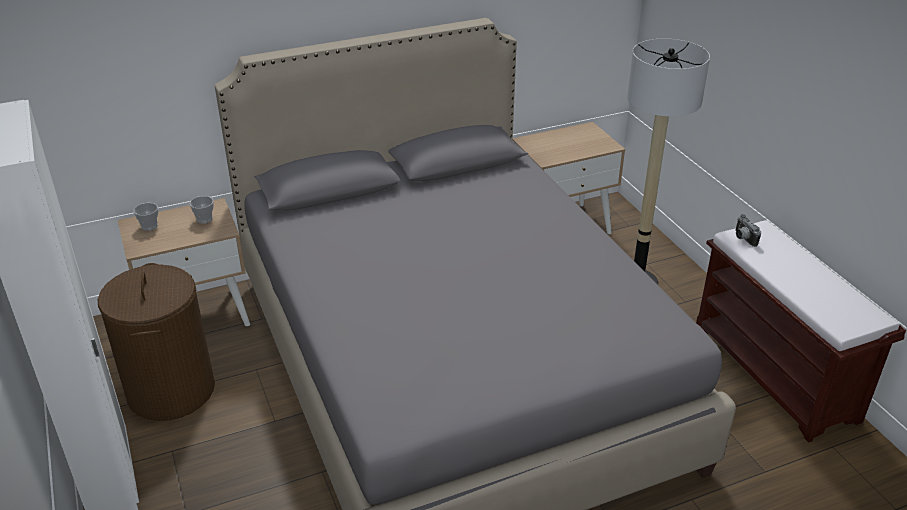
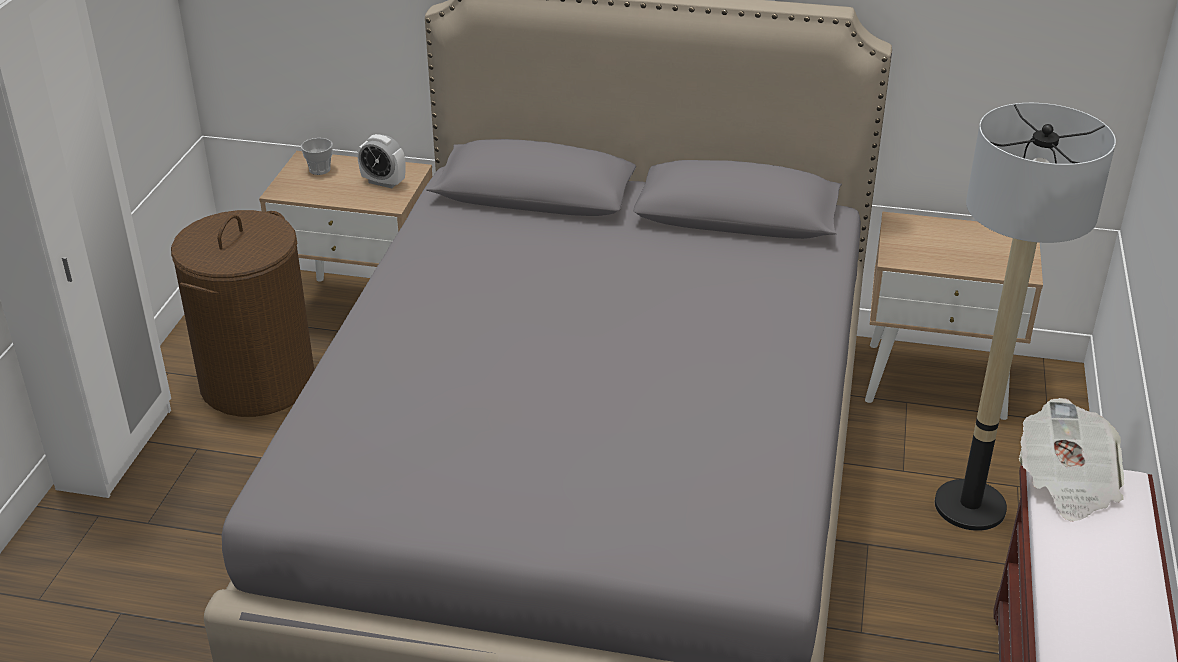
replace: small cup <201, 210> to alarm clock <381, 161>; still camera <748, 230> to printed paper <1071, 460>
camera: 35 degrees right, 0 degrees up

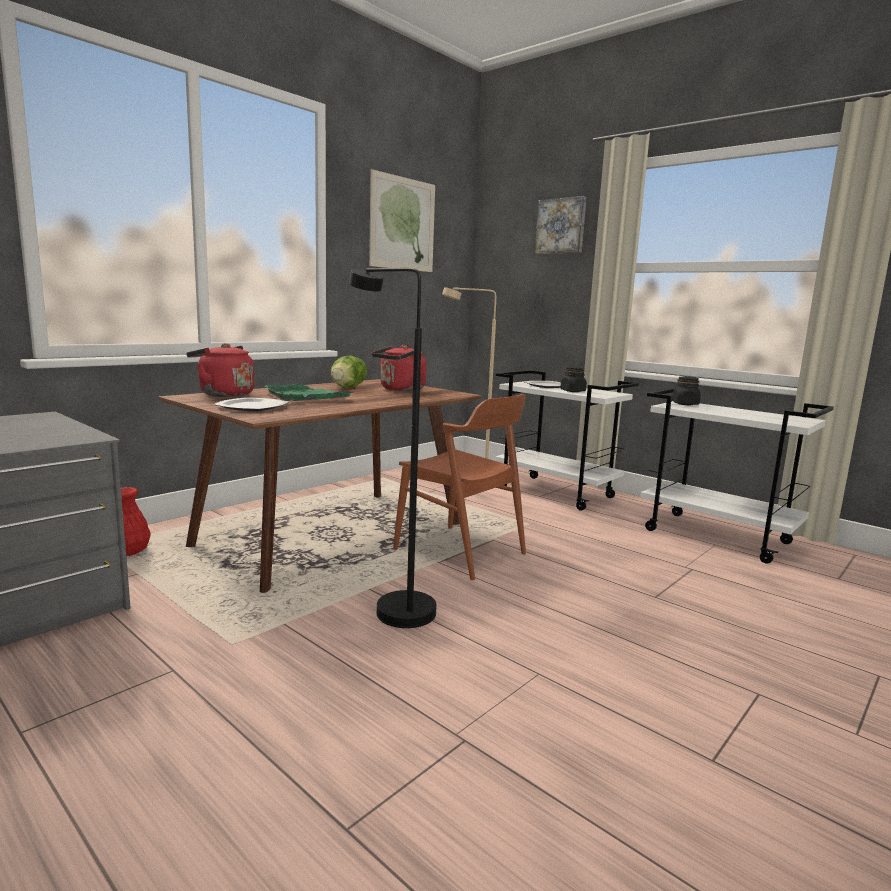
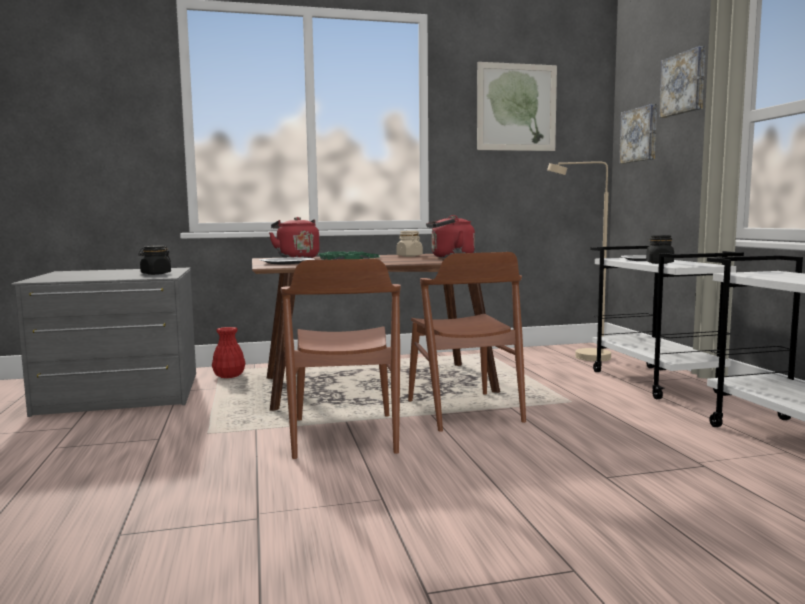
insert: picture <638, 134>
move: storage jar/blackish <686, 391> to <154, 260>
replace: lettuce <349, 371> to storage jar/sand-coloured <409, 244>; standing lamp/blackish <393, 448> to upright chair/brown <341, 359>
camera: 35 degrees right, 5 degrees down

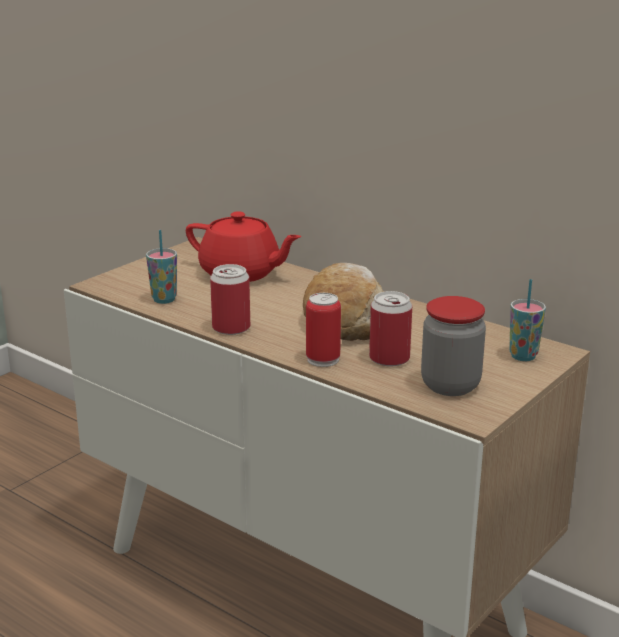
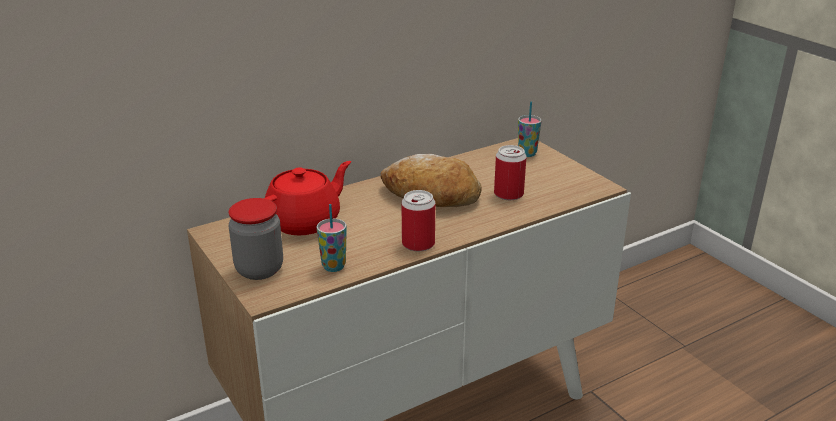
delete: metal can <323, 330>
move: storage jar <453, 346> to <256, 239>
camera: 70 degrees left, 5 degrees up

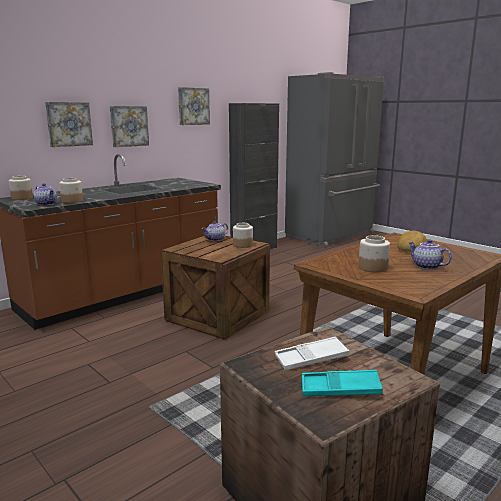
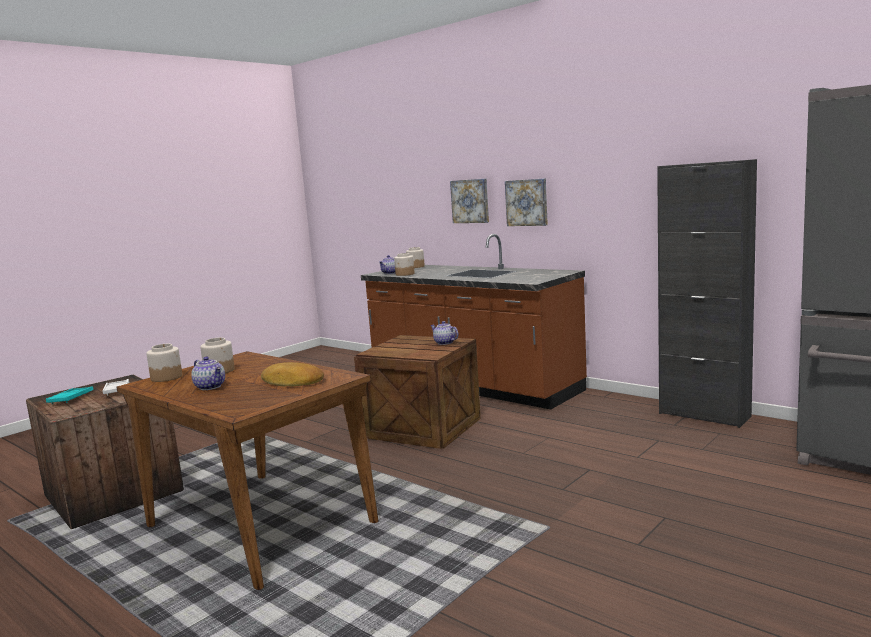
delete: picture <194, 106>
move: storage jar <243, 235> to <164, 363>
rotate: teapot <430, 255> = <208, 373> 90 degrees clockwise
camera: 85 degrees right, 5 degrees down

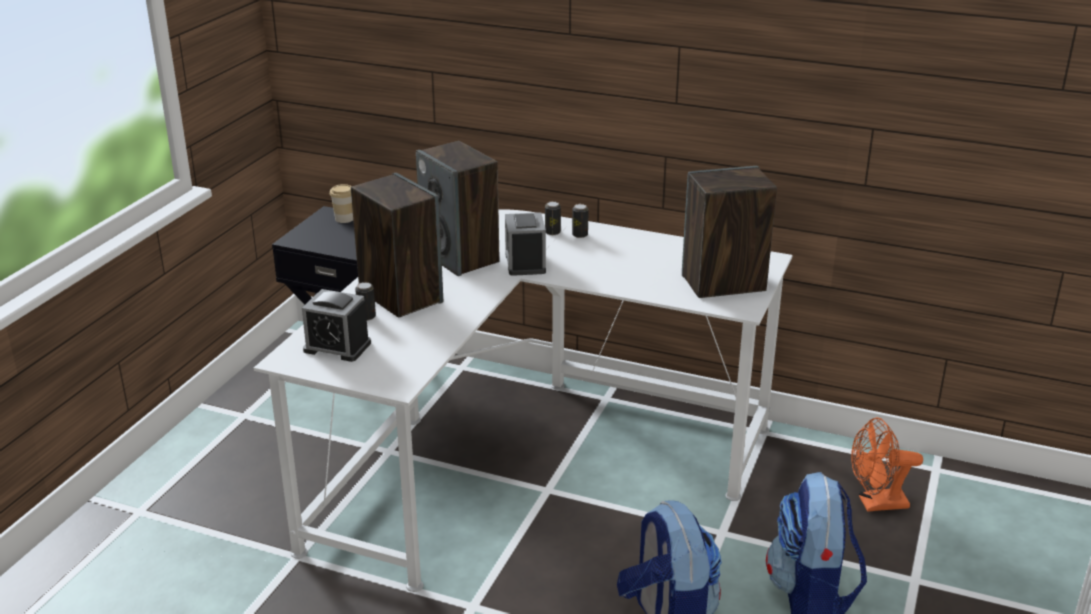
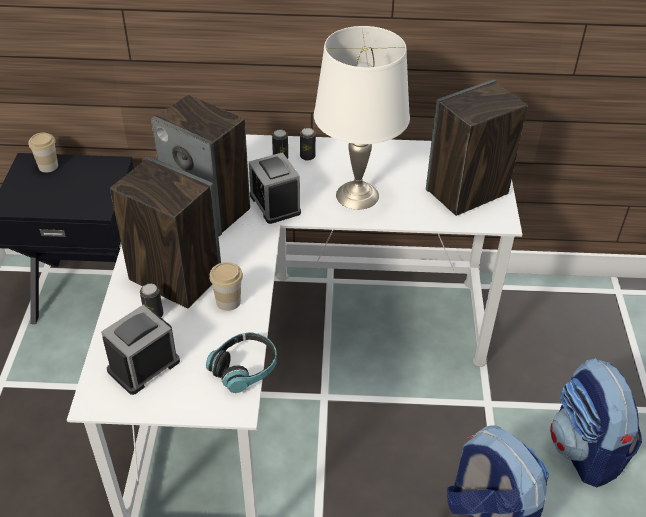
delete: fan/orange <887, 464>
insert: headset <241, 362>; small cup <226, 286>; tabletop lamp/white-coloured <362, 118>
rotate: alarm clock <336, 325> = <140, 350> 135 degrees clockwise
camera: 20 degrees left, 15 degrees up

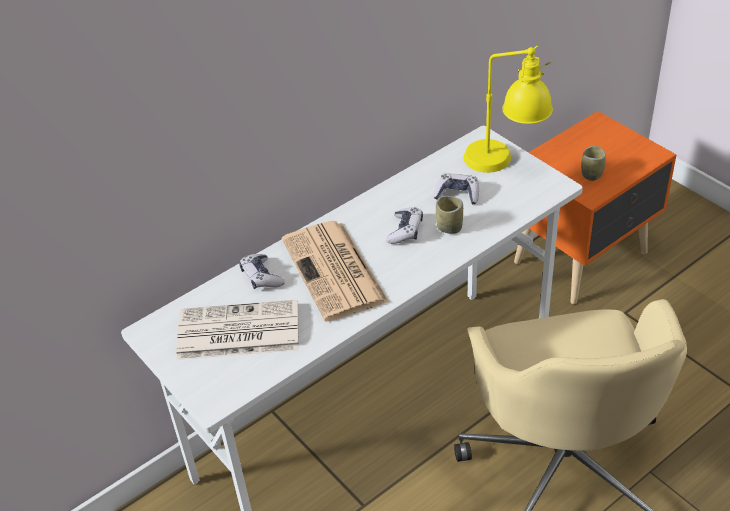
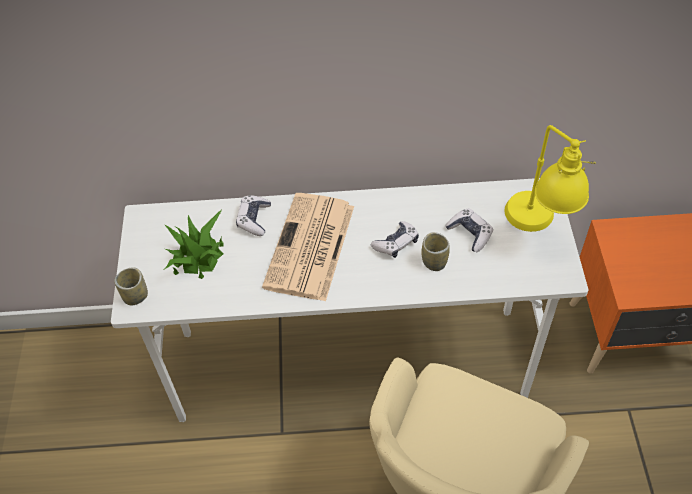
move: small cup <593, 163> to <131, 286>
replace: printed paper <237, 330> to houseplant <194, 244>
camera: 35 degrees right, 10 degrees up

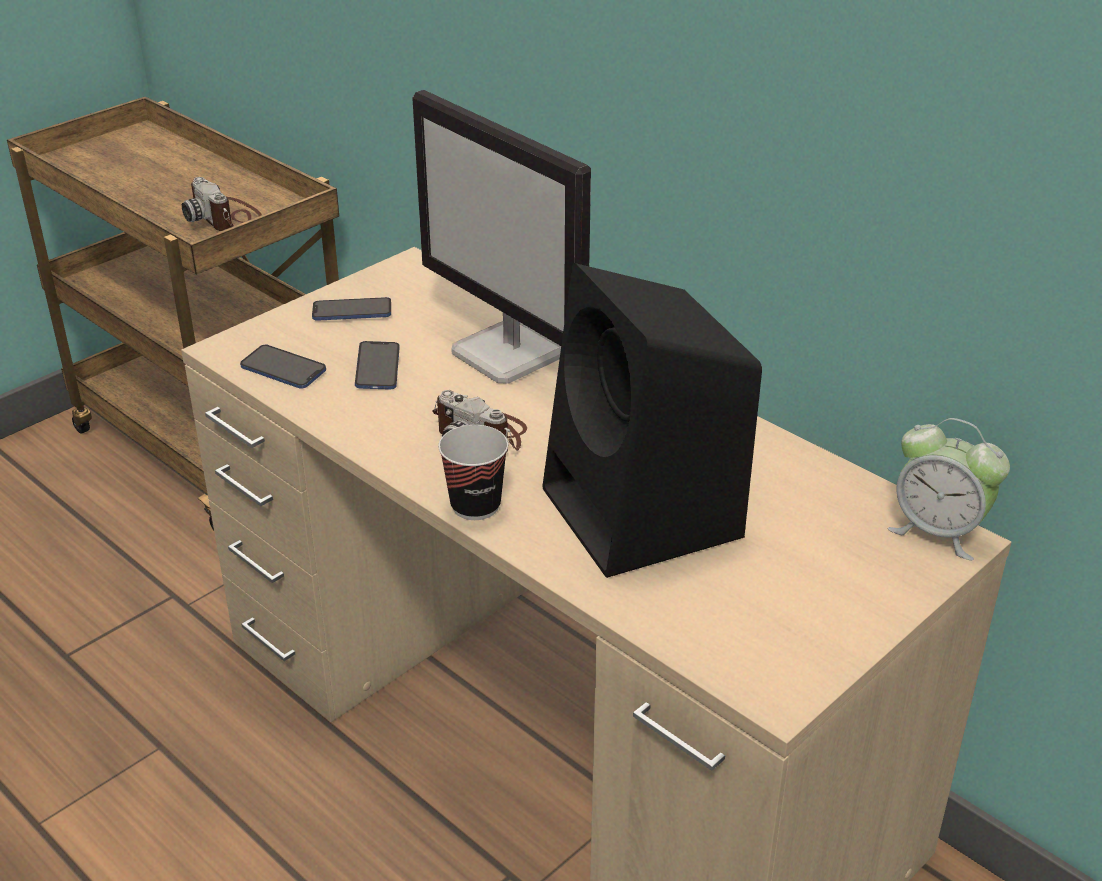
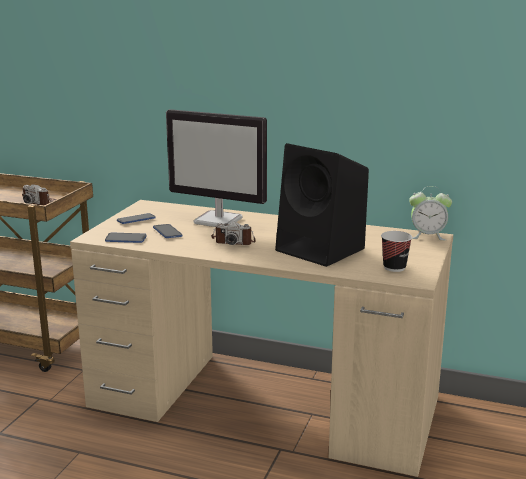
move: small cup <473, 472> to <396, 251>
camera: 25 degrees left, 15 degrees down

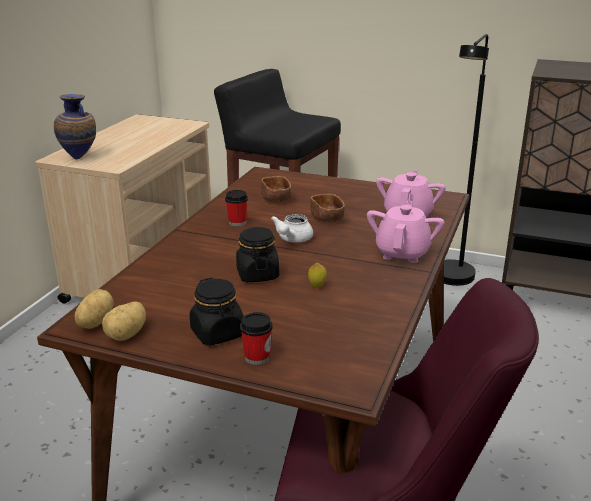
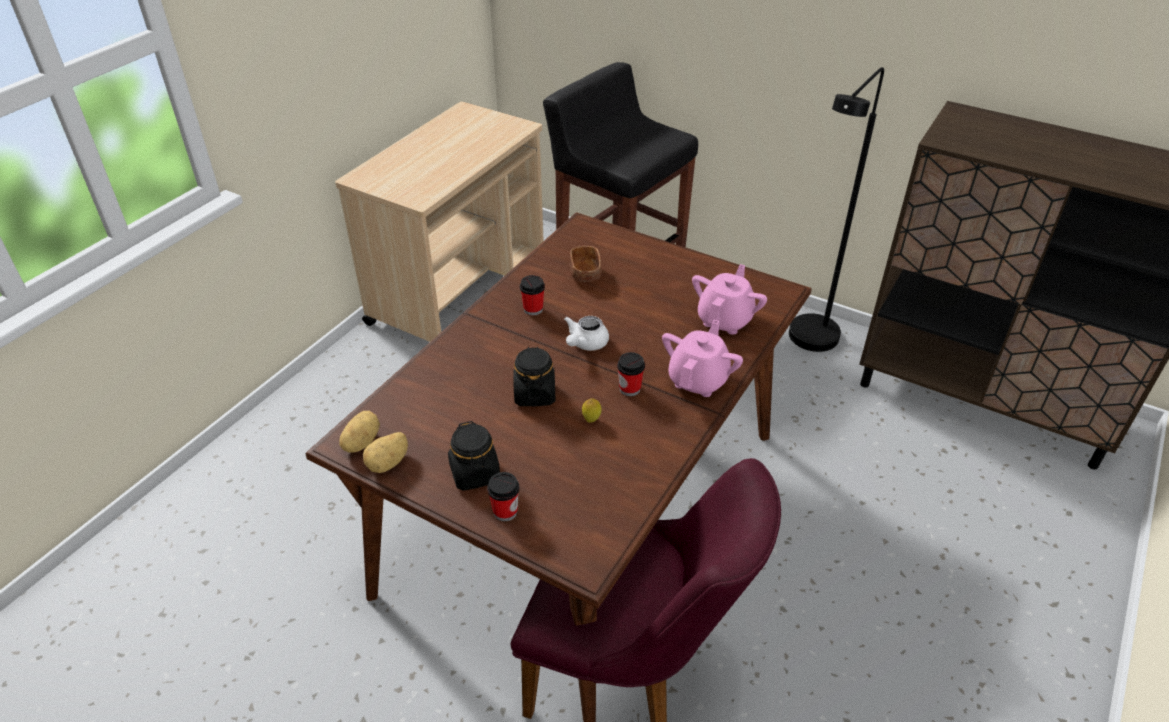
delete: vase <75, 126>; deep dish/brown <327, 208>
insert: small cup <631, 374>
camera: 10 degrees right, 15 degrees up

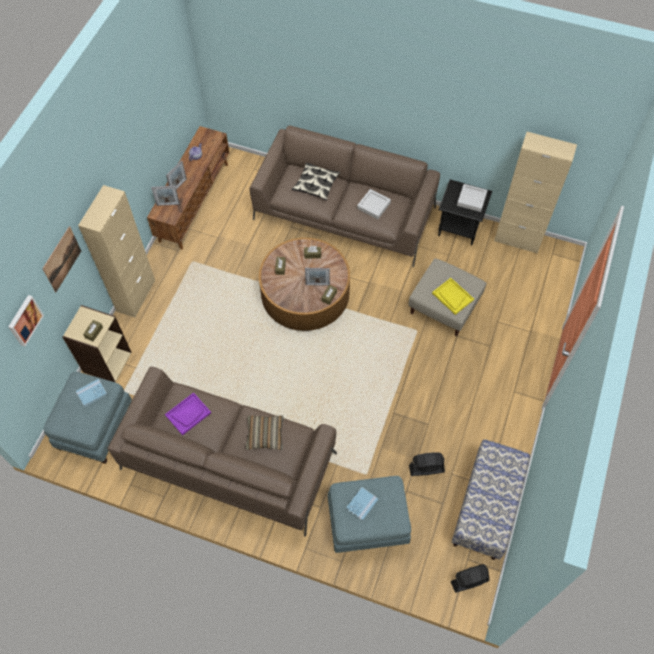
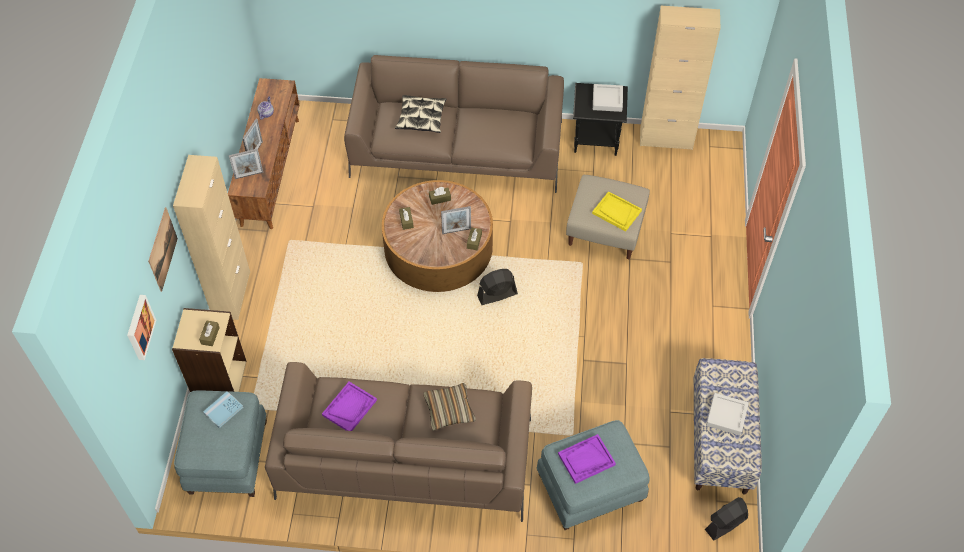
move: serving tray/grey <374, 204> to <727, 414>; fan/blackish <427, 464> to <497, 287>
replace: bound book/bluish <362, 504> to serving tray/purple <587, 459>
camera: 15 degrees left, 5 degrees down

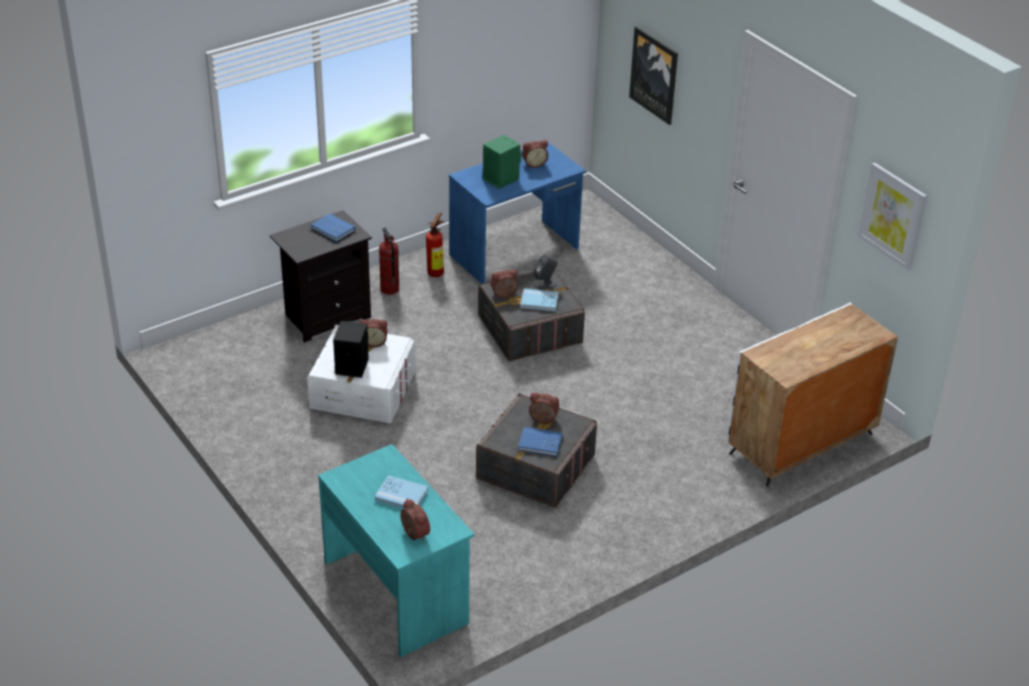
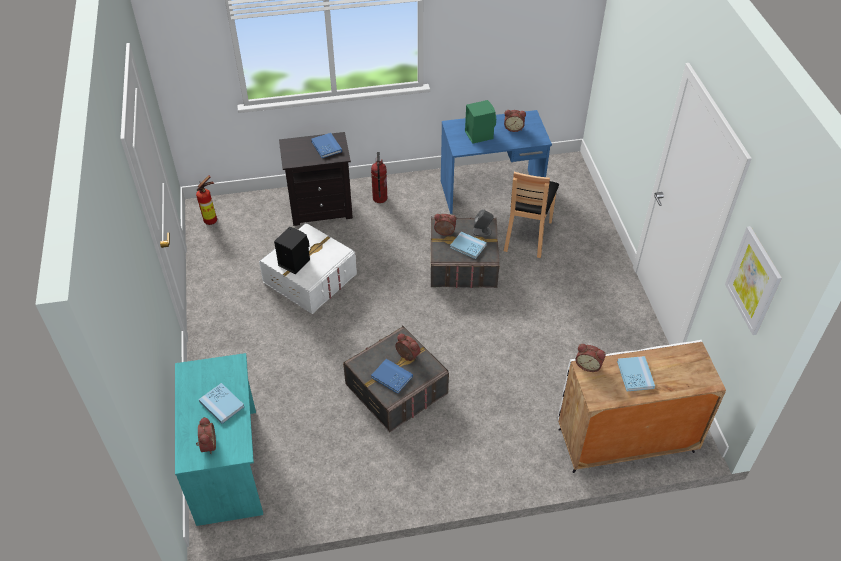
delete: picture <653, 75>
insert: upright chair/brown <531, 215>; bound book/bluish <636, 373>
move: alarm clock <373, 333> to <590, 358>; extinguisher <435, 244> to <206, 200>
camera: 25 degrees right, 10 degrees up

